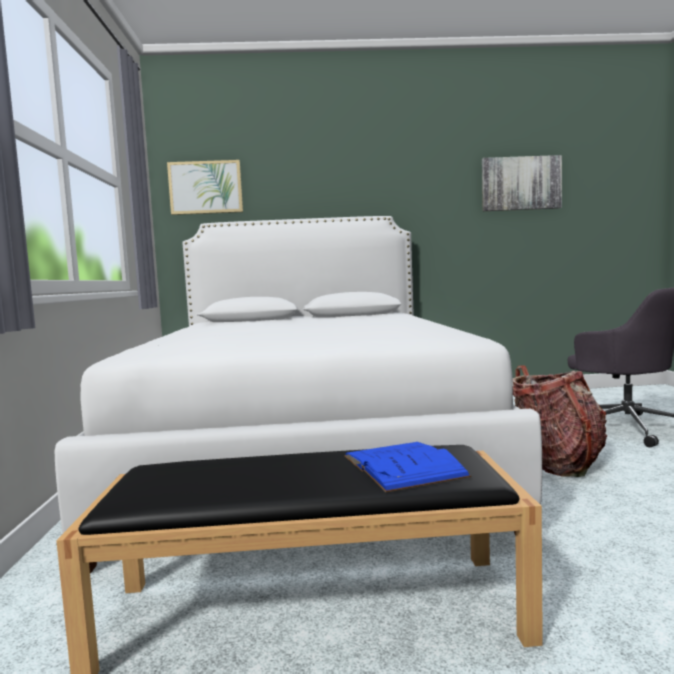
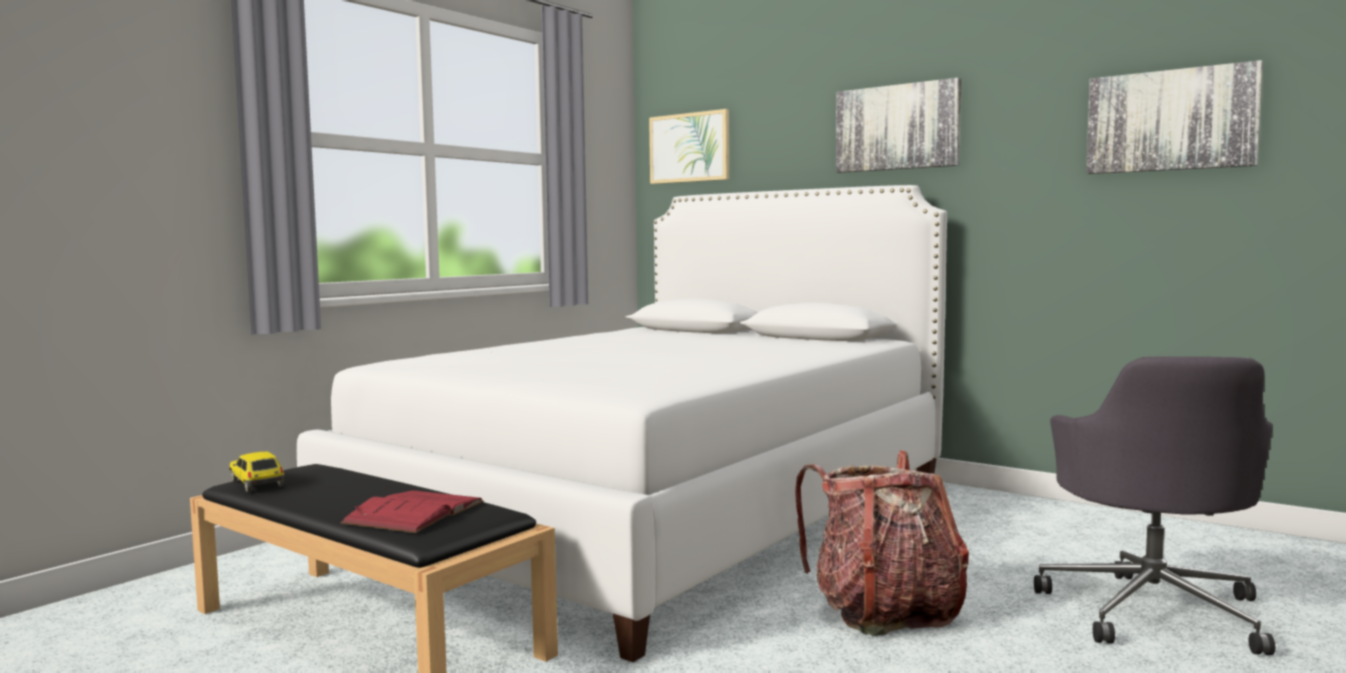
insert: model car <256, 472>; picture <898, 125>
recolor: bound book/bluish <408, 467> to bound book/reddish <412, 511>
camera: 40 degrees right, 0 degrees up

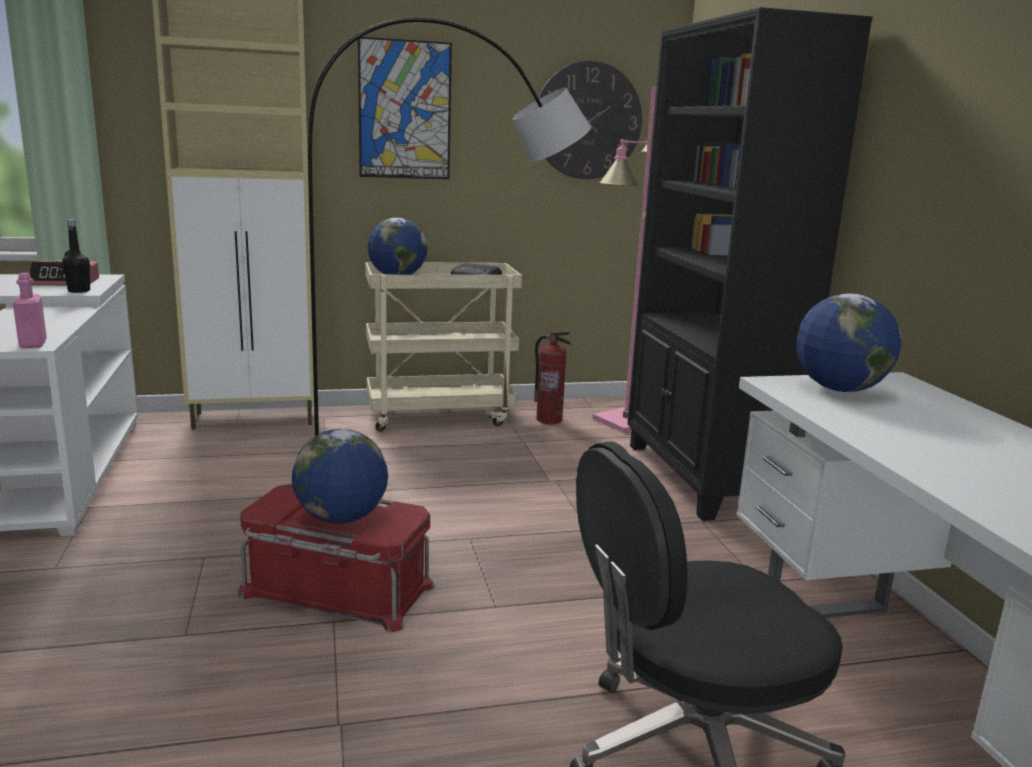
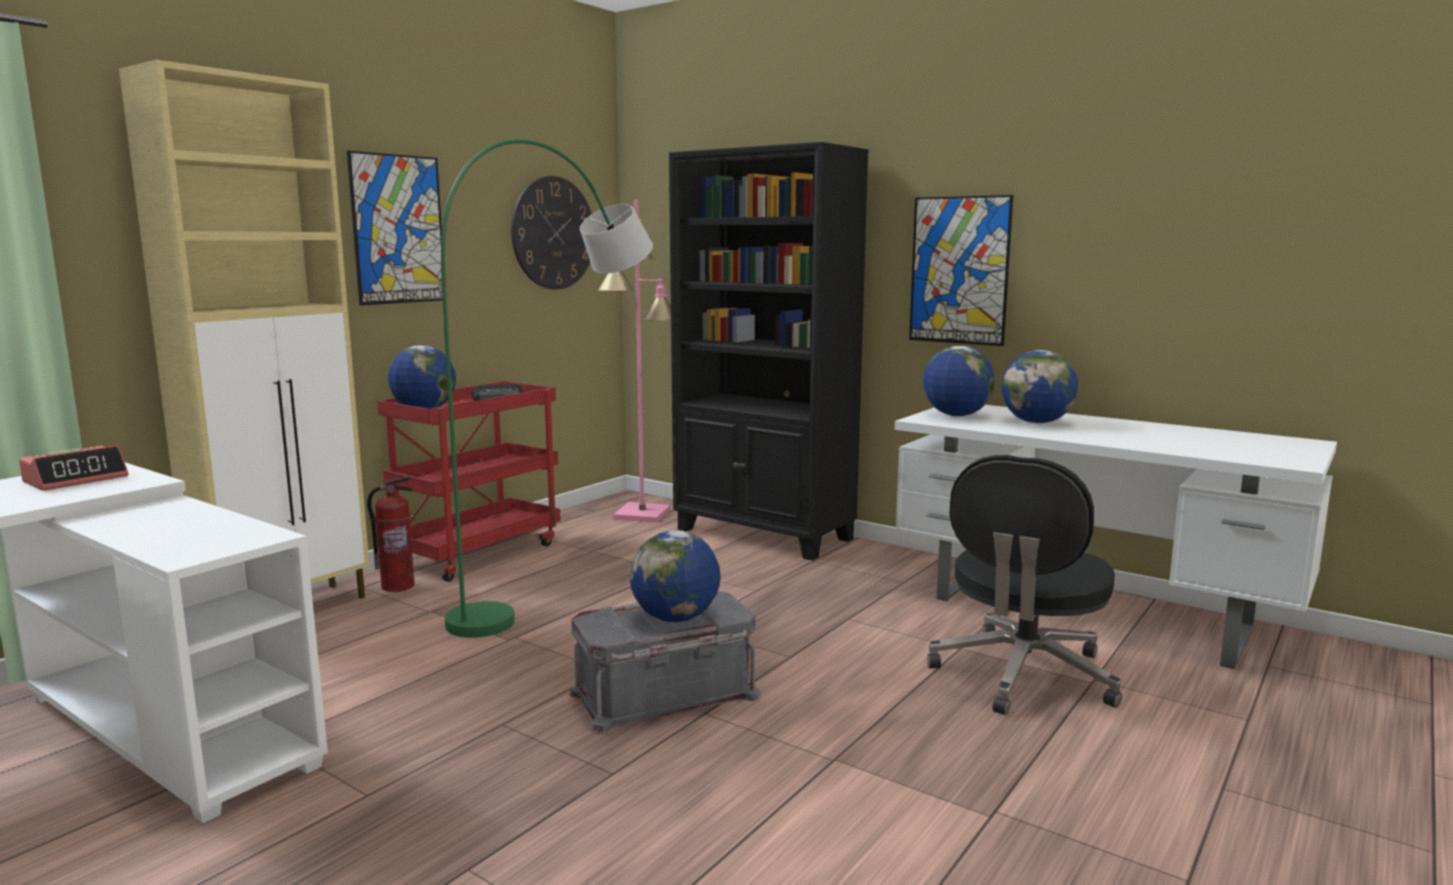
delete: bottle/pink <30, 310>; bottle/blackish <76, 256>
insert: picture <961, 270>; desk globe <1040, 387>
move: extinguisher <552, 377> to <390, 534>
recolor: storage container/reddish <336, 558> to storage container/grey <665, 662>; standing lamp/grey <449, 226> to standing lamp/greenish <547, 388>; trolley/sand-coloured <443, 347> to trolley/reddish <469, 481>
camera: 40 degrees left, 5 degrees down

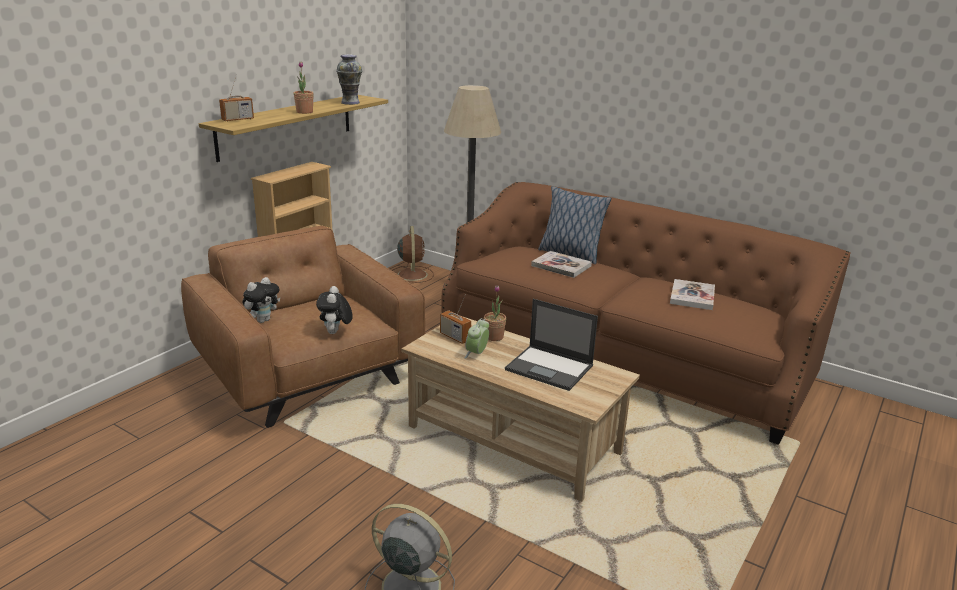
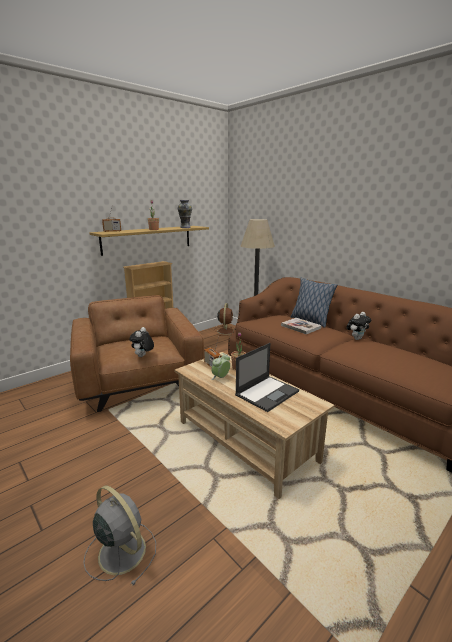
delete: bound book <692, 294>
move: cuddly toy <261, 300> to <358, 326>
rotate: notebook computer <551, 345> = <267, 377> 90 degrees counterclockwise
camera: 15 degrees right, 5 degrees down

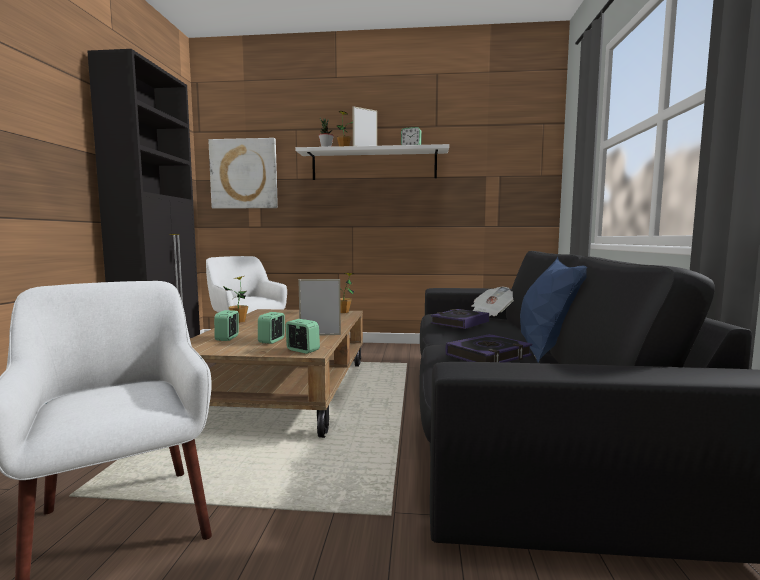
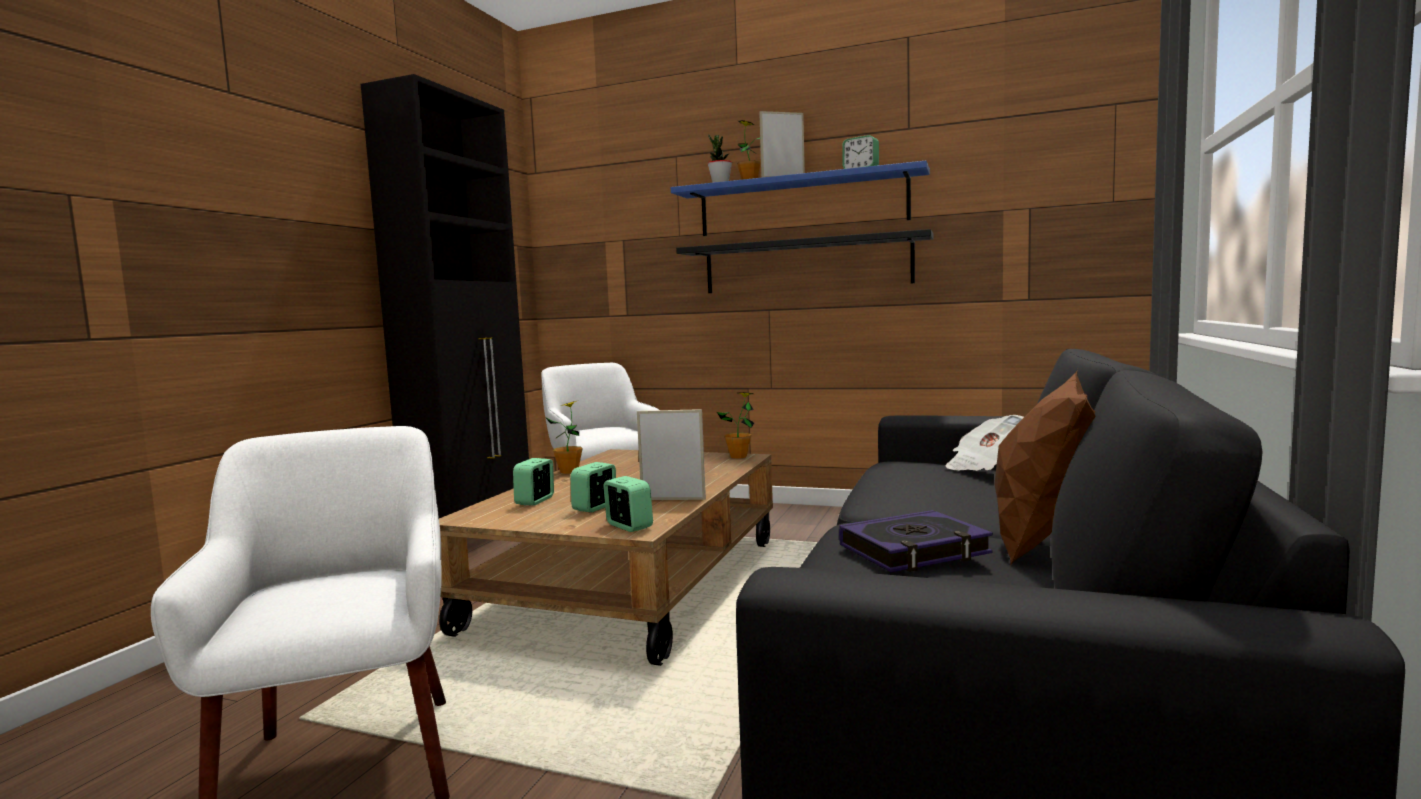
delete: picture <243, 173>; bound book <460, 319>
insert: wall shelf/blackish <805, 261>
recolor: wall shelf/white-coloured <372, 162> to wall shelf/bluish <800, 198>; pillow/bluish <553, 309> to pillow/brown <1045, 467>
camera: 15 degrees right, 0 degrees up

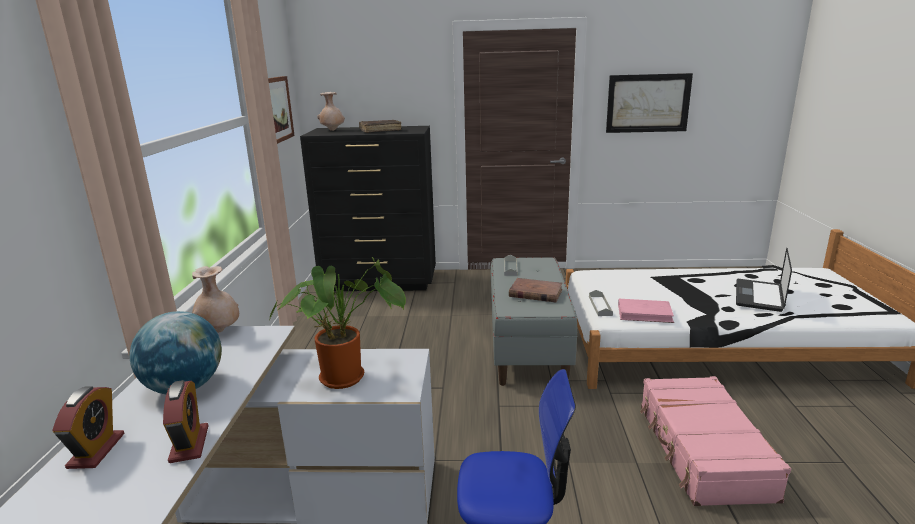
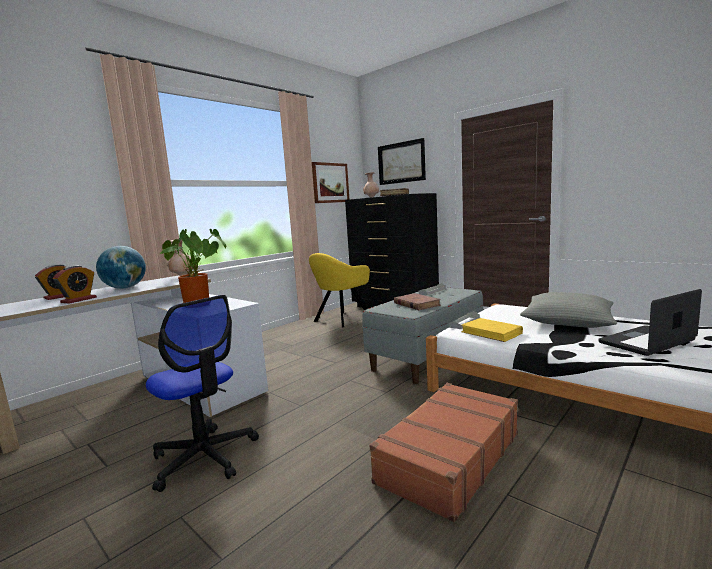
insert: lounge chair/yellow <339, 290>; pillow/grey <568, 310>
move: picture <649, 103> to <402, 161>
recolor: bound book/pink <646, 311> to bound book/yellow <492, 330>; suitcase/pink <715, 441> to suitcase/brown <443, 452>
camera: 40 degrees right, 10 degrees down

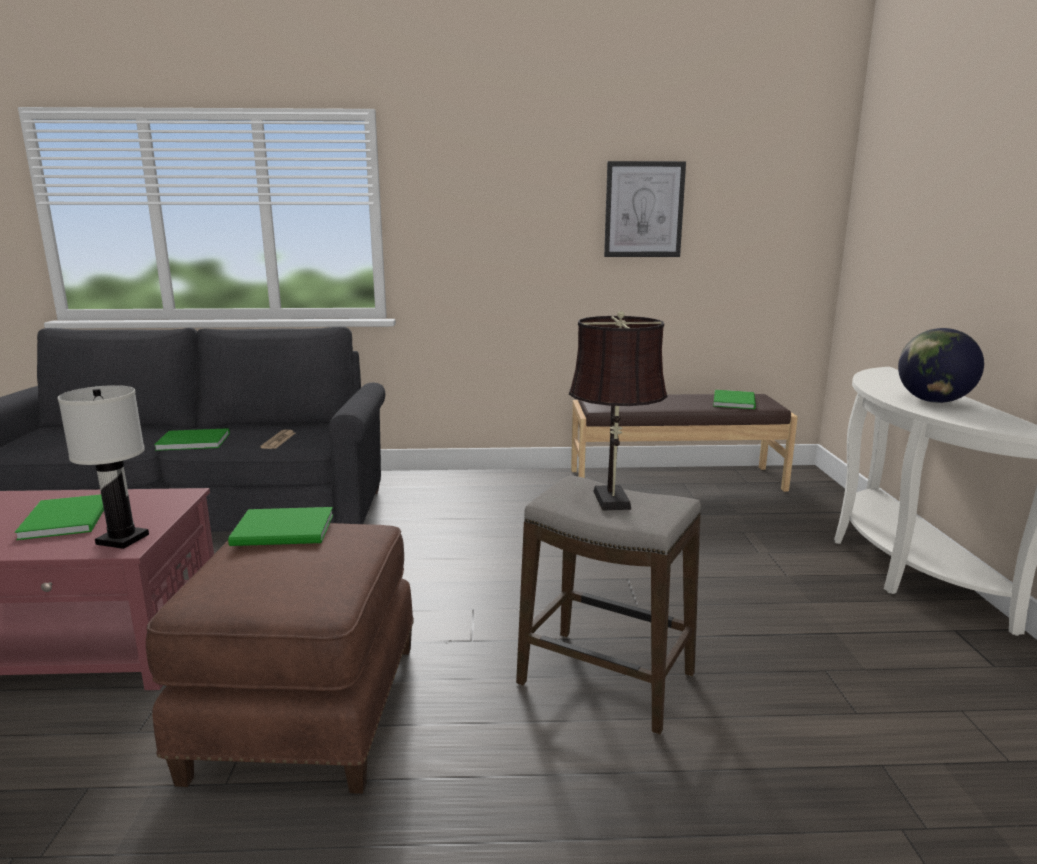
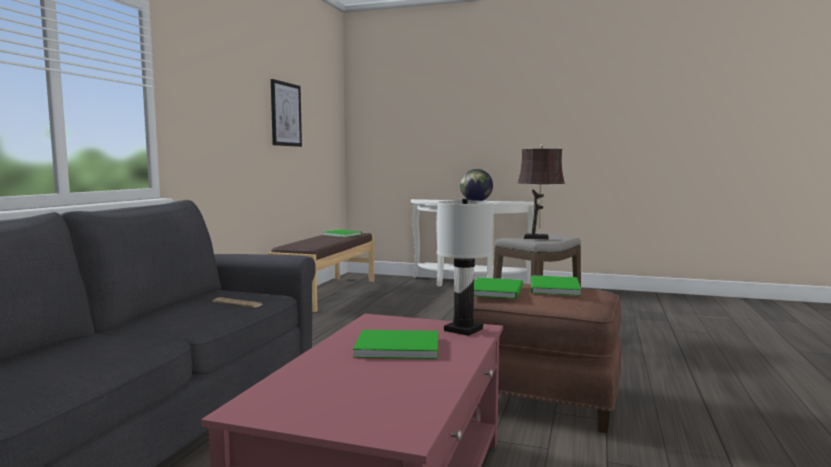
move: bound book/greenish <192, 439> to <556, 285>
camera: 70 degrees left, 10 degrees down

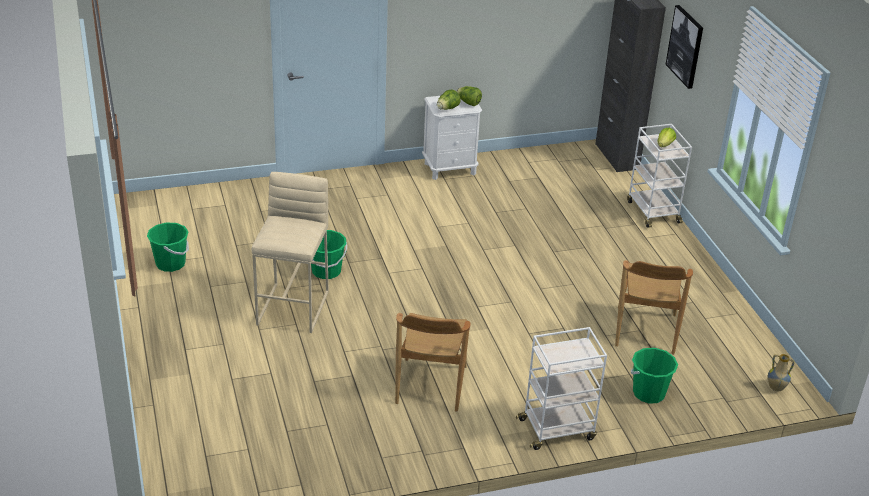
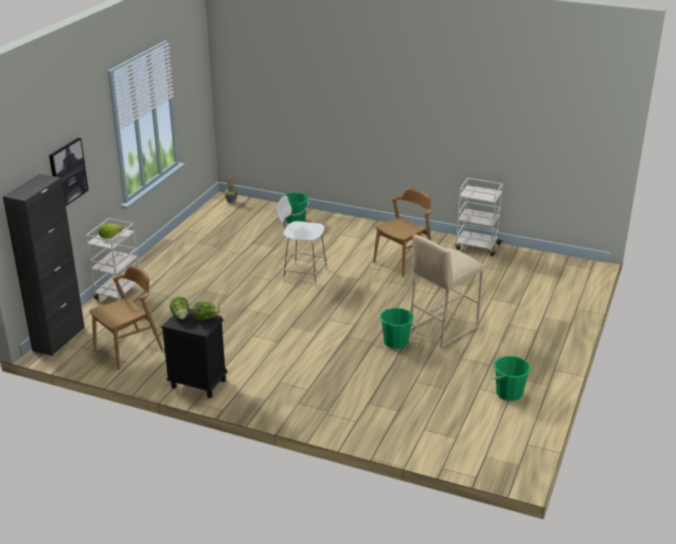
insert: upright chair/white-coloured <302, 240>
move: trolley/white-coloured <561, 388> to <479, 217>; upright chair/brown <654, 307> to <126, 317>
recolor: nightstand/white-coloured <452, 138> to nightstand/blackish <194, 353>
camera: 140 degrees left, 5 degrees down

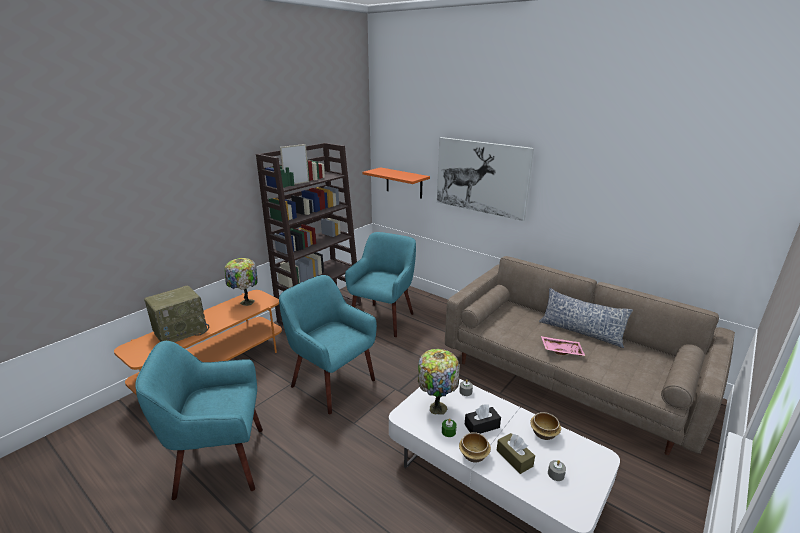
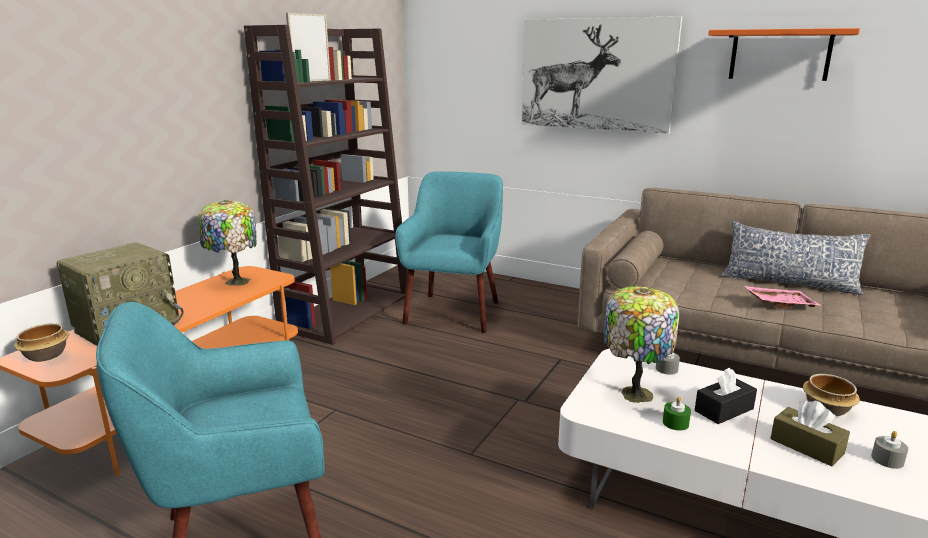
delete: lounge chair/turquoise-coloured <328, 344>
move: wall shelf/orange <396, 183> to <784, 54>; deep dish <475, 447> to <41, 342>
camera: 10 degrees left, 5 degrees down

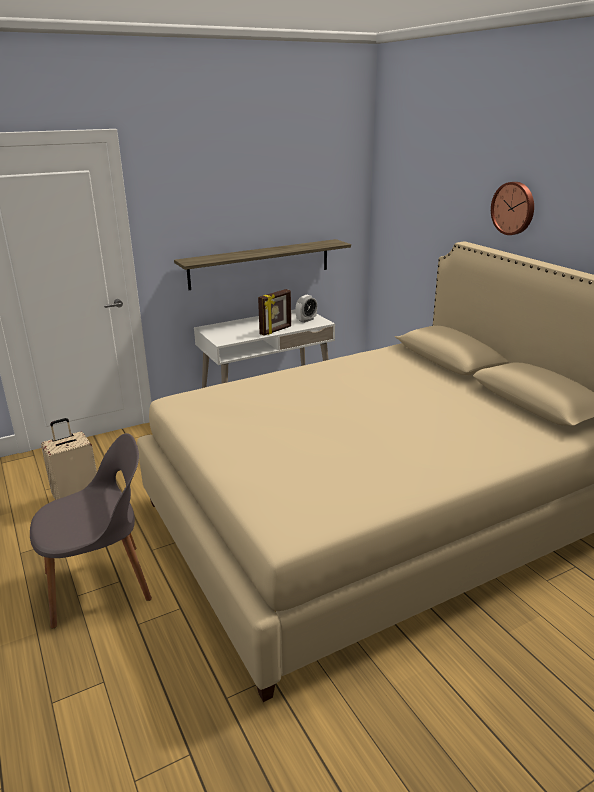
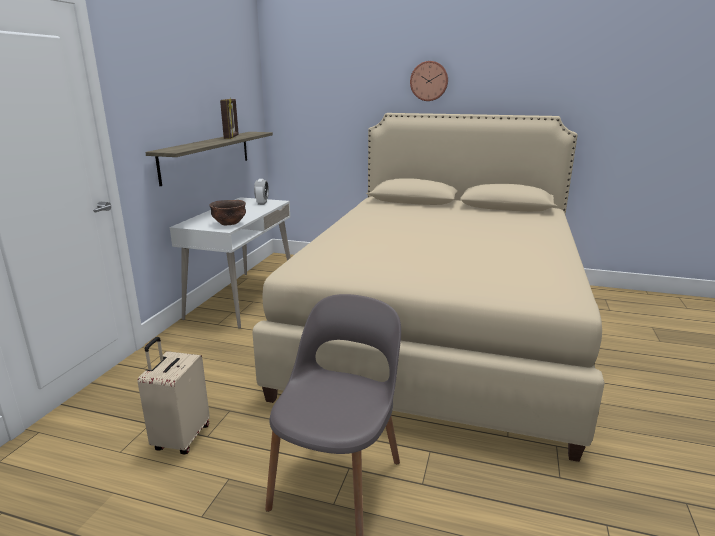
insert: deep dish/brown <228, 212>
move: standing frame <274, 312> to <229, 118>
camera: 45 degrees left, 5 degrees down

